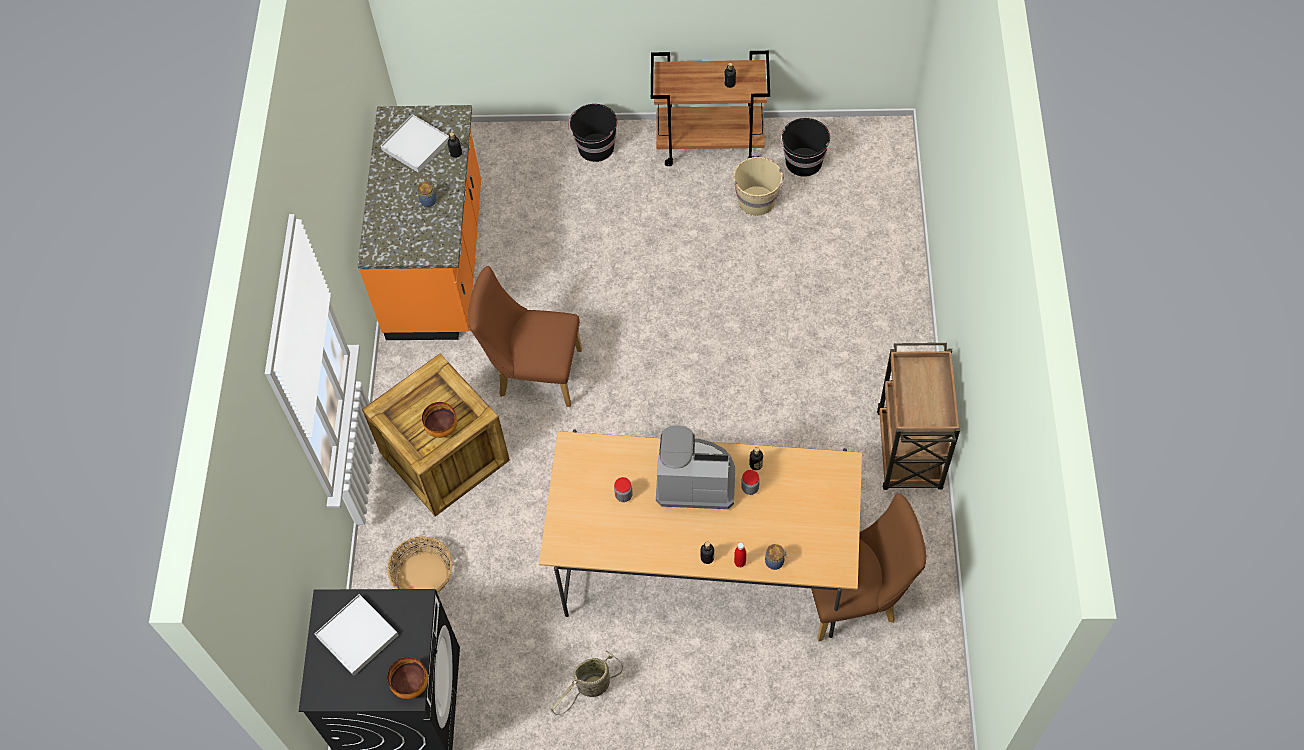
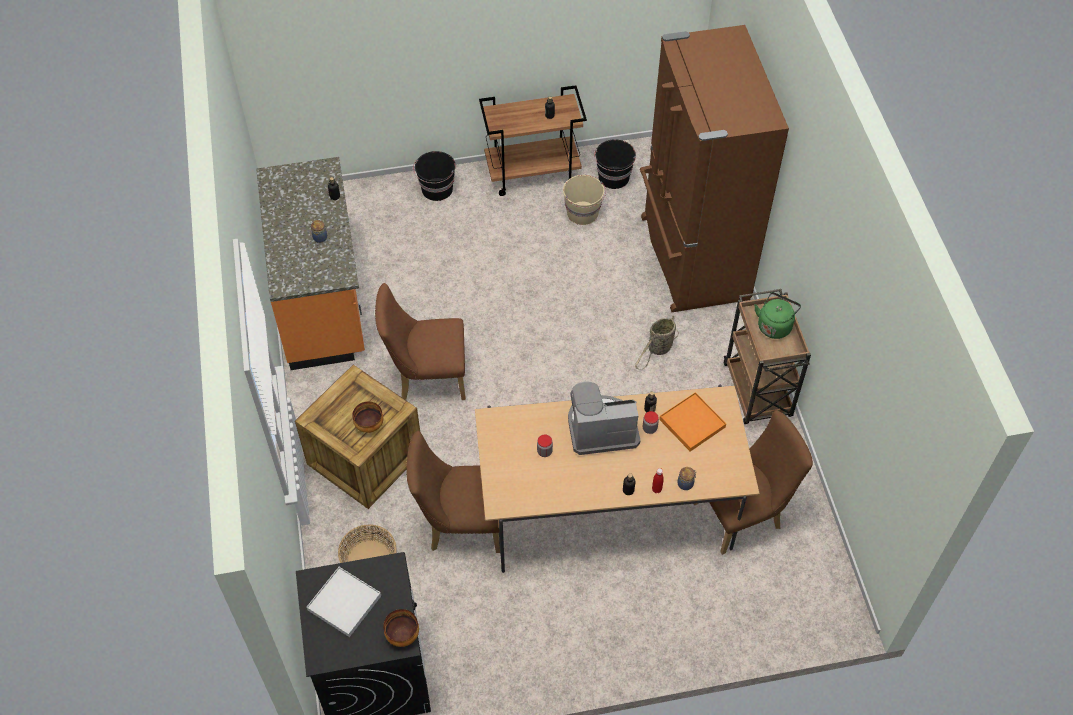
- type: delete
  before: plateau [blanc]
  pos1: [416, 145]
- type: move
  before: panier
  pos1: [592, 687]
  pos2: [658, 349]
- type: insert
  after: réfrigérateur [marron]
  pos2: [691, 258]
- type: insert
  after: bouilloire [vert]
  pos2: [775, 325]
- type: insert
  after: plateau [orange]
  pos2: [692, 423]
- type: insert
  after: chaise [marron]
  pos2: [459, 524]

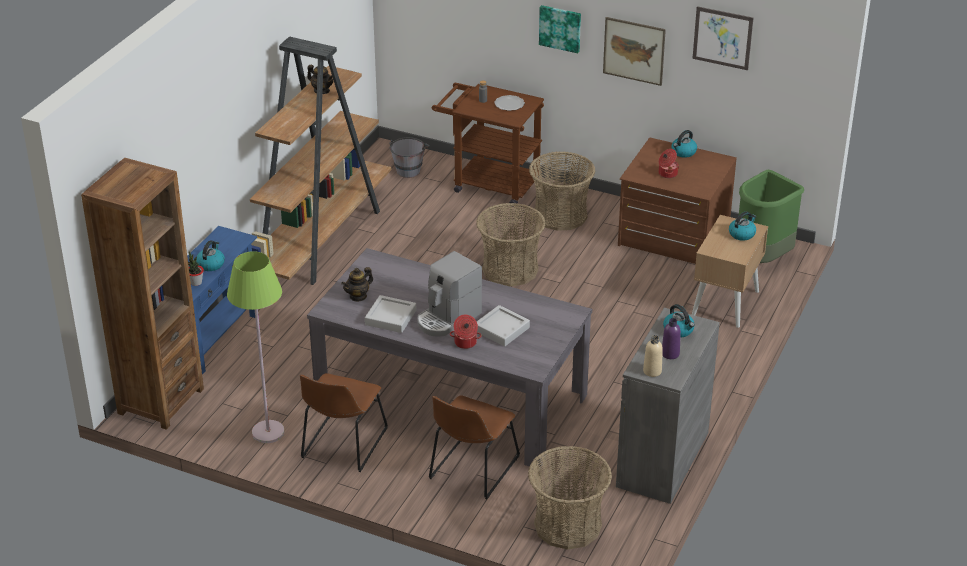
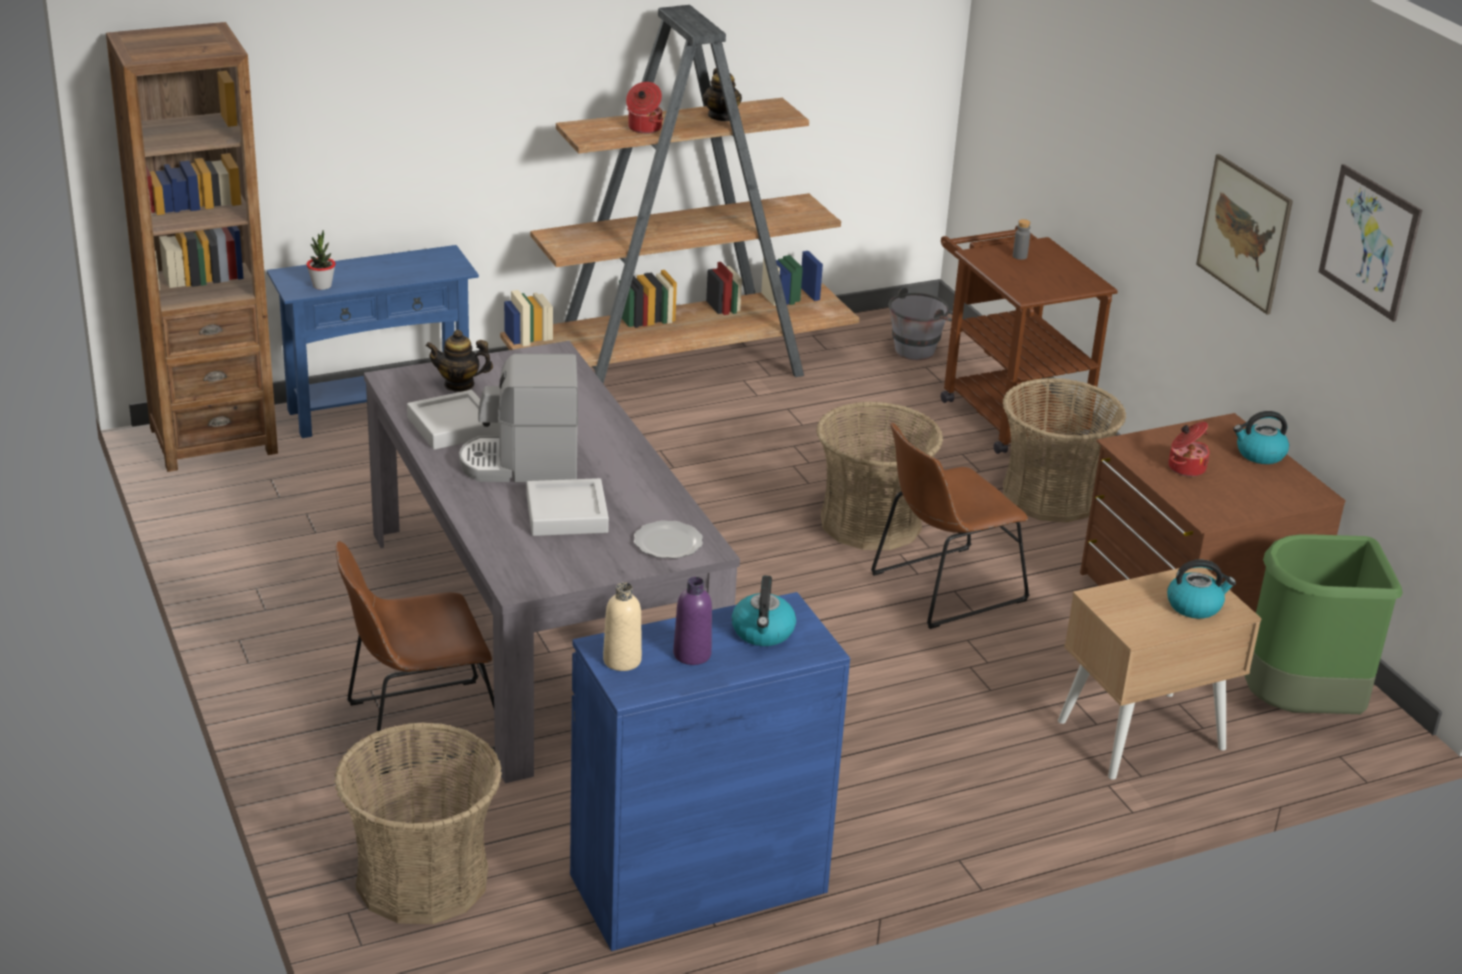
- type: delete
  before: tableau
  pos1: [560, 28]
- type: move
  before: assiette
  pos1: [509, 104]
  pos2: [667, 543]
- type: delete
  before: bouilloire
  pos1: [211, 264]
- type: delete
  before: lampadaire [vert]
  pos1: [268, 432]
- type: recolor
  before: meuble de rangement [gris]
  after: meuble de rangement [bleu]
  pos1: [662, 459]
  pos2: [698, 883]
- type: move
  before: marmite
  pos1: [465, 343]
  pos2: [644, 128]
- type: move
  before: chaise [marron]
  pos1: [342, 445]
  pos2: [942, 589]

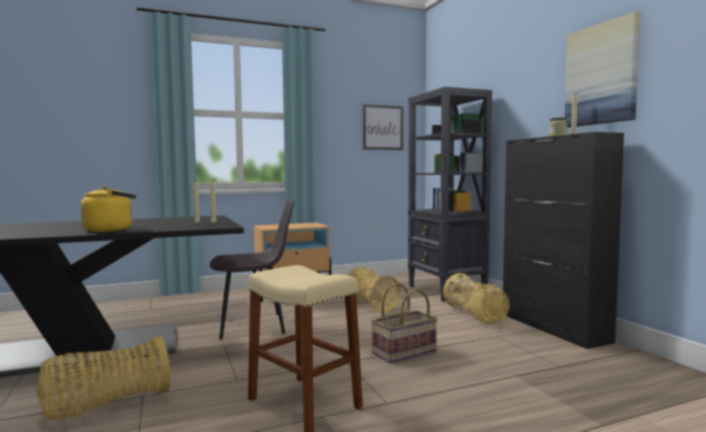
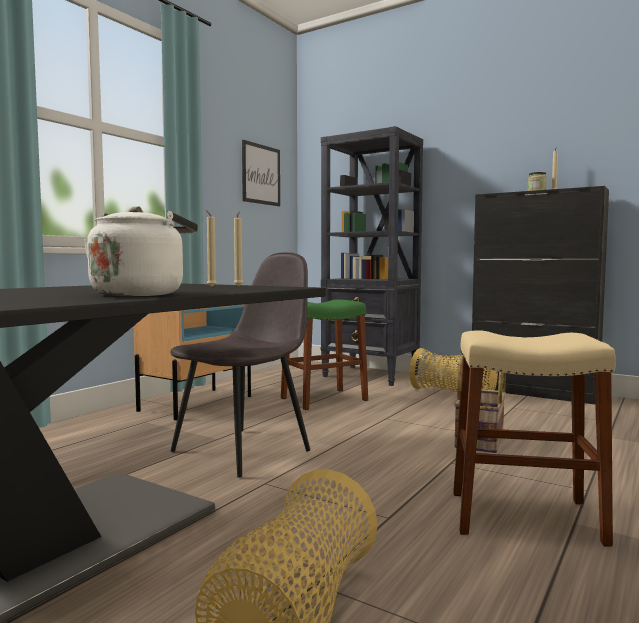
- type: delete
  before: tableau
  pos1: [601, 74]
- type: recolor
  before: bouilloire [jaune]
  after: bouilloire [blanc]
  pos1: [111, 230]
  pos2: [141, 294]
- type: replace
  before: panier
  after: tabouret [vert]
  pos1: [370, 303]
  pos2: [324, 399]

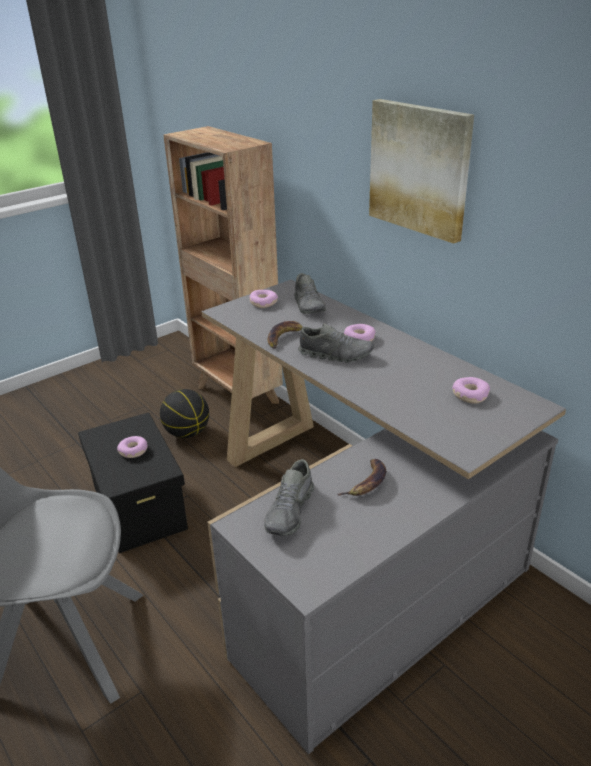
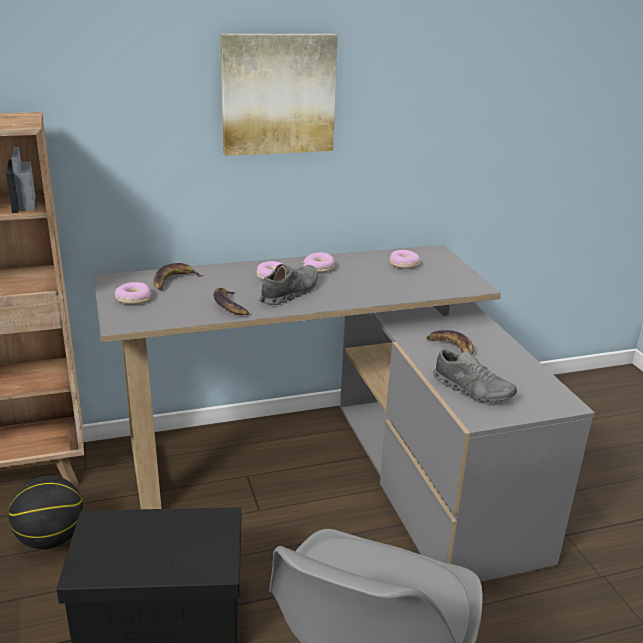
- type: replace
  before: chaussure [gris]
  after: banane
  pos1: [309, 306]
  pos2: [174, 280]
- type: move
  before: beignet
  pos1: [133, 451]
  pos2: [319, 268]

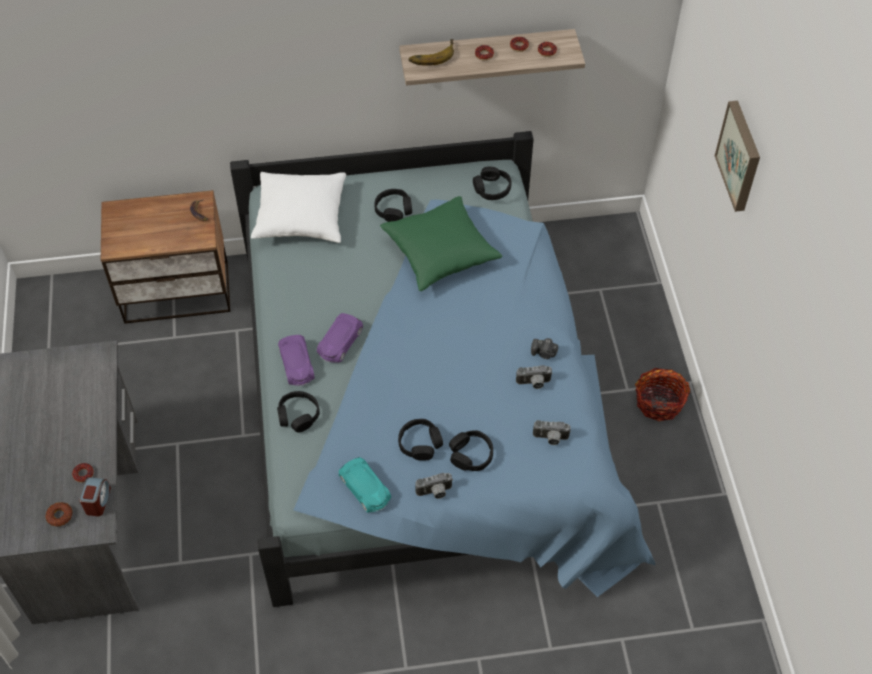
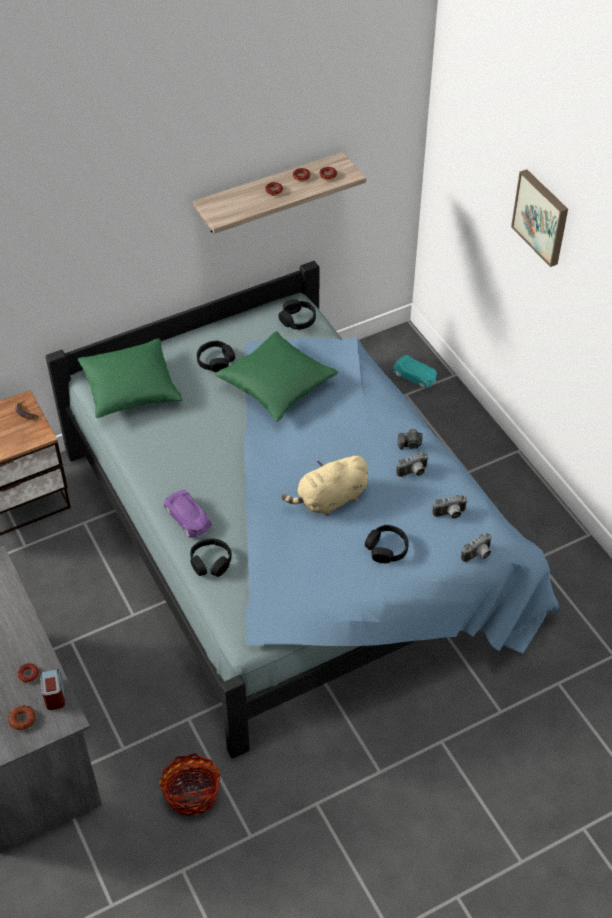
- type: delete
  before: banane
  pos1: [431, 54]
- type: recolor
  before: coussin [blanc]
  after: coussin [vert]
  pos1: [300, 216]
  pos2: [130, 389]
- type: delete
  before: petite voiture [violet]
  pos1: [339, 342]
- type: move
  before: panier
  pos1: [659, 402]
  pos2: [192, 793]
- type: delete
  before: casque audio [noir]
  pos1: [420, 443]
- type: move
  before: petite voiture [turquoise]
  pos1: [365, 489]
  pos2: [415, 376]
- type: move
  before: appareil photo
  pos1: [435, 493]
  pos2: [478, 555]
- type: insert
  after: peluche [beige]
  pos2: [330, 500]

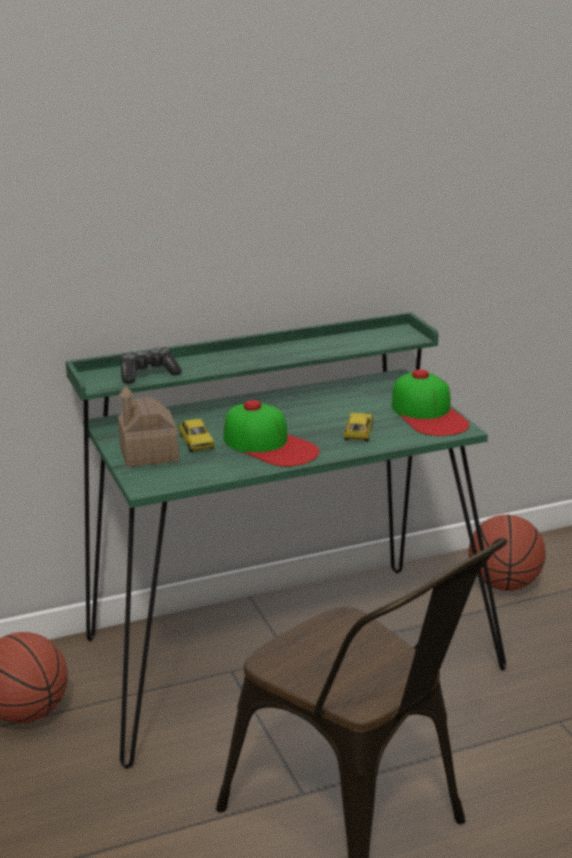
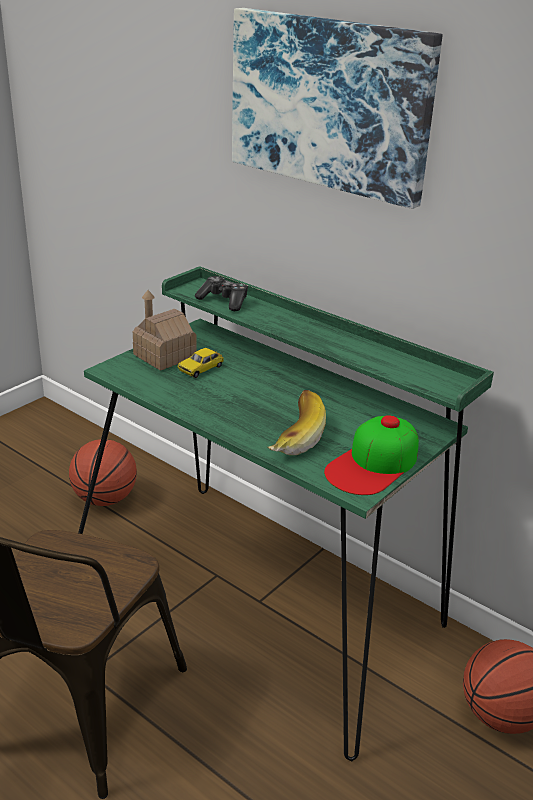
- type: delete
  before: casquette
  pos1: [270, 445]
- type: replace
  before: petite voiture
  after: banane
  pos1: [358, 432]
  pos2: [291, 435]
- type: insert
  after: tableau
  pos2: [330, 103]

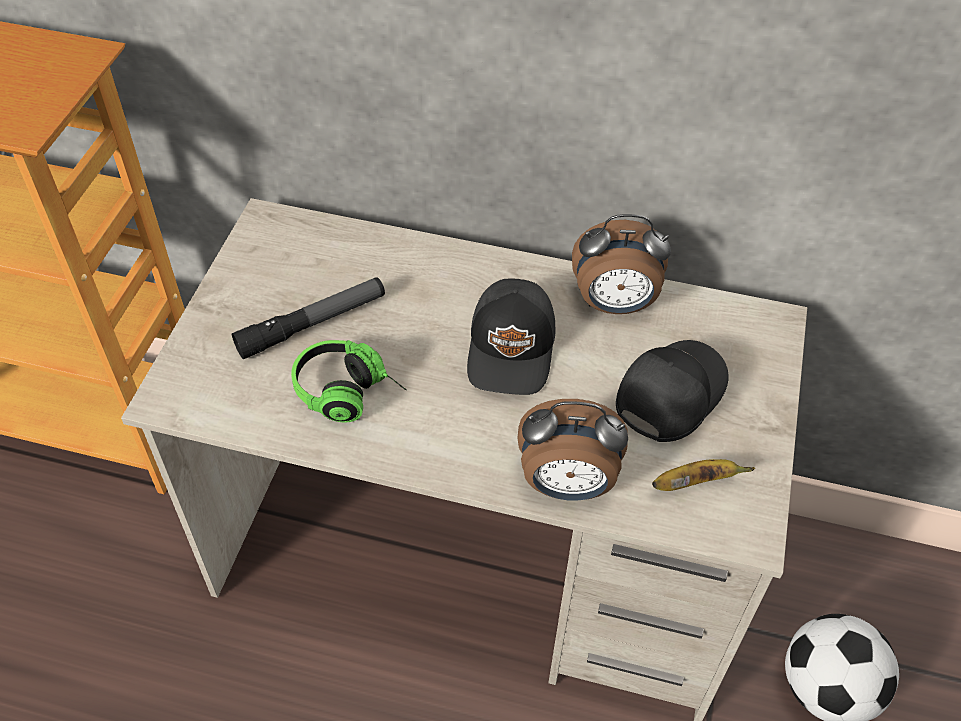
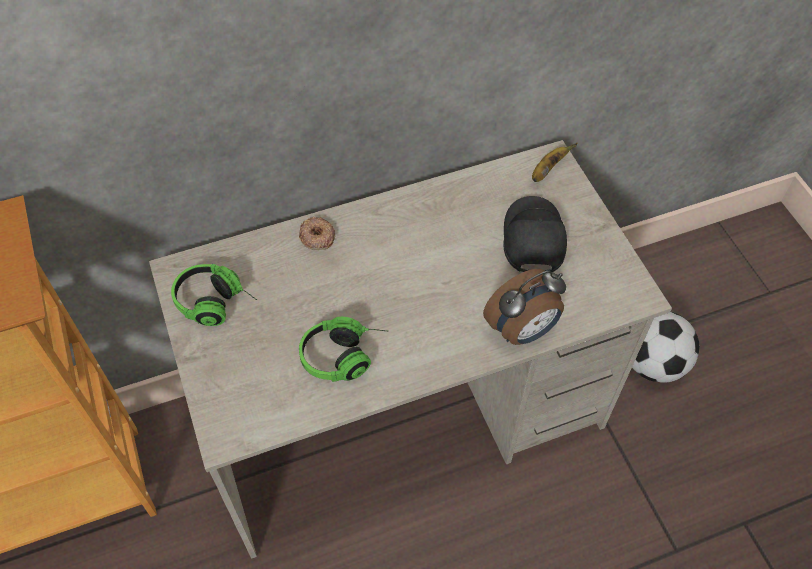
- type: delete
  before: réveil
  pos1: [614, 304]
- type: delete
  before: lampe de poche
  pos1: [312, 324]
- type: delete
  before: casquette [noir]
  pos1: [513, 349]
- type: move
  before: banane
  pos1: [694, 483]
  pos2: [547, 170]
- type: insert
  after: beignet
  pos2: [317, 236]
- type: insert
  after: casque audio
  pos2: [217, 304]

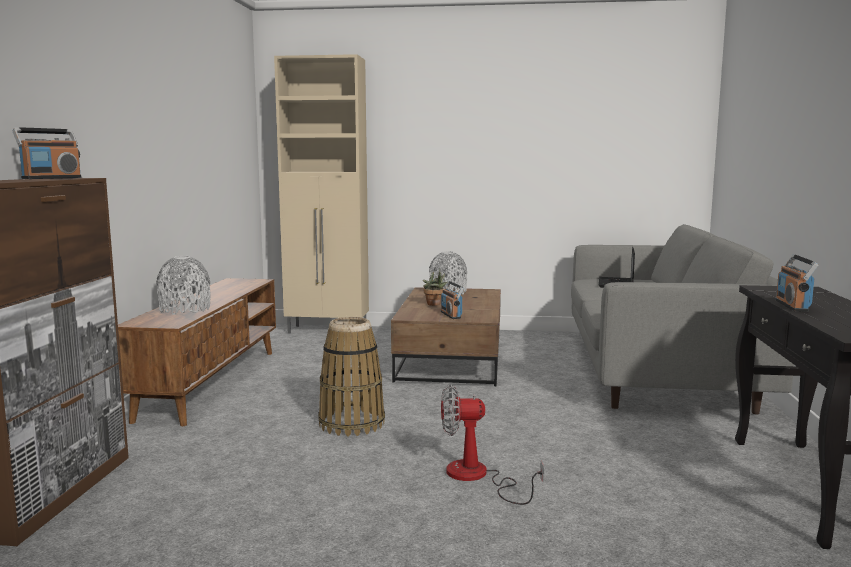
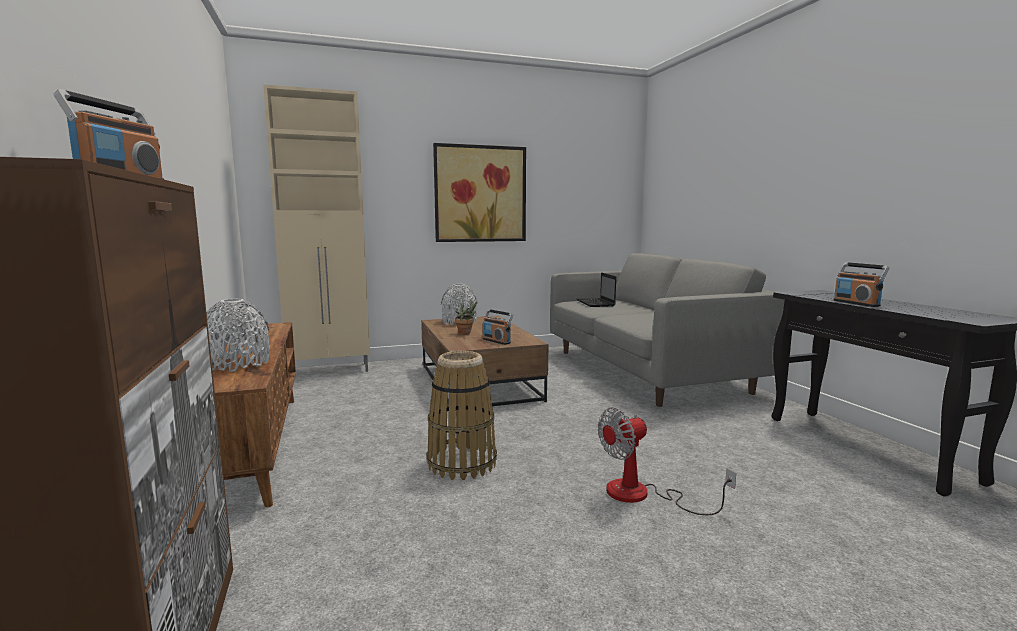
- type: insert
  after: tableau
  pos2: [480, 194]

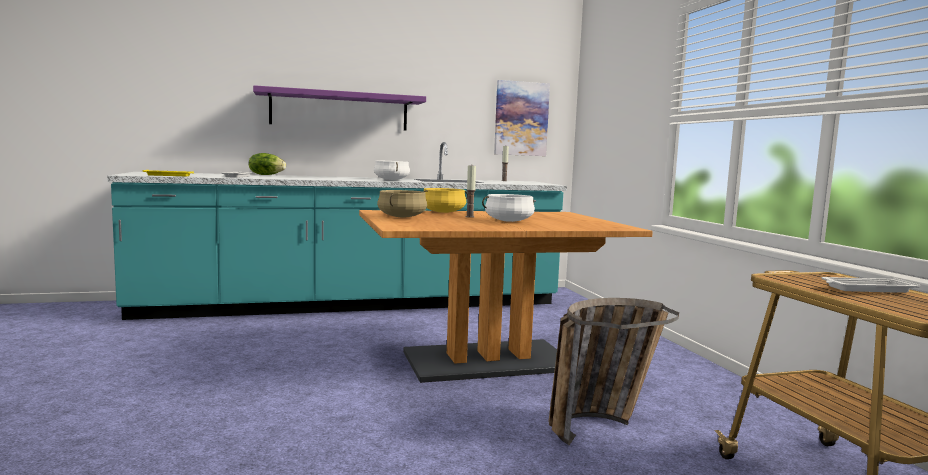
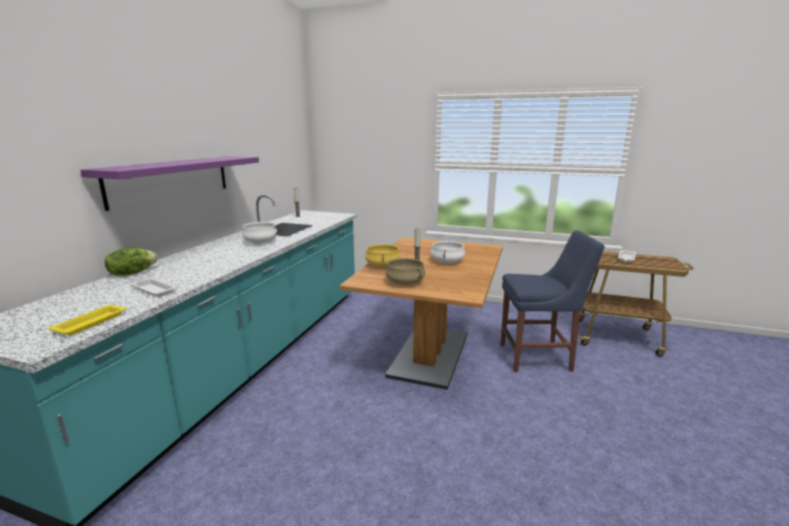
- type: delete
  before: tableau
  pos1: [521, 119]
- type: replace
  before: panier
  after: chaise [bleu]
  pos1: [601, 424]
  pos2: [539, 357]

